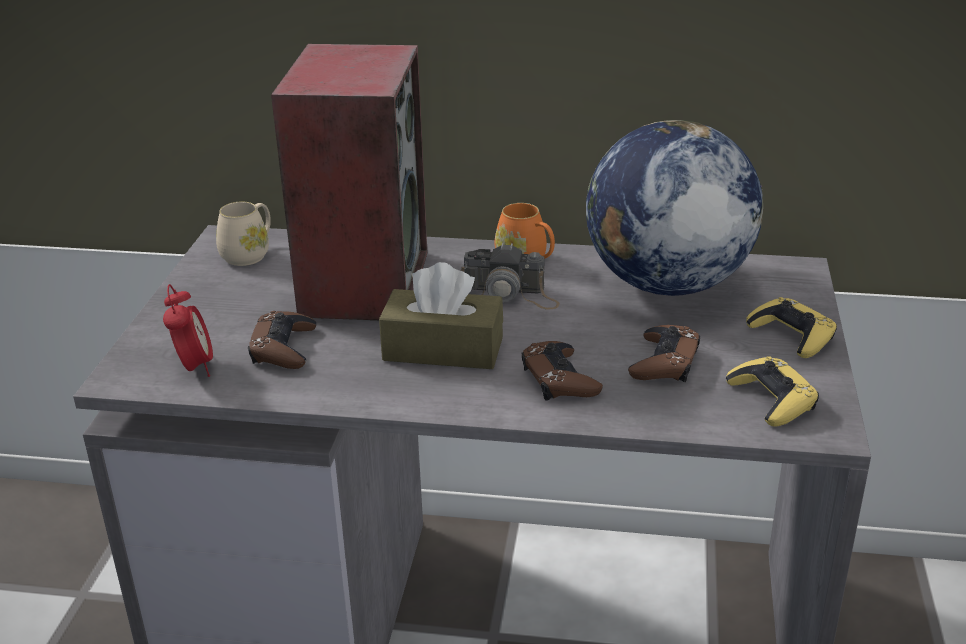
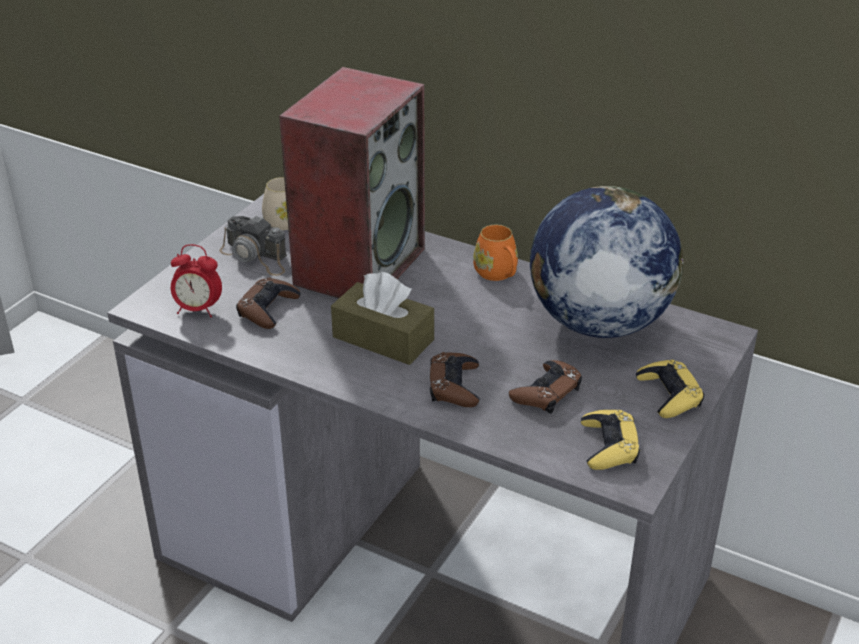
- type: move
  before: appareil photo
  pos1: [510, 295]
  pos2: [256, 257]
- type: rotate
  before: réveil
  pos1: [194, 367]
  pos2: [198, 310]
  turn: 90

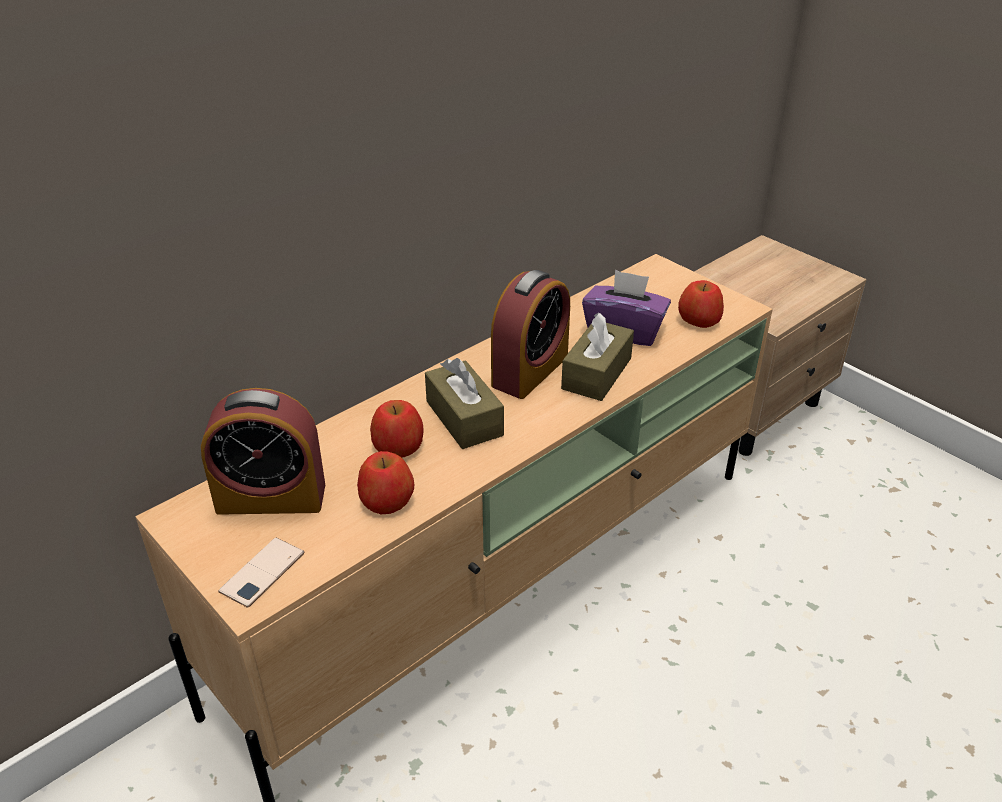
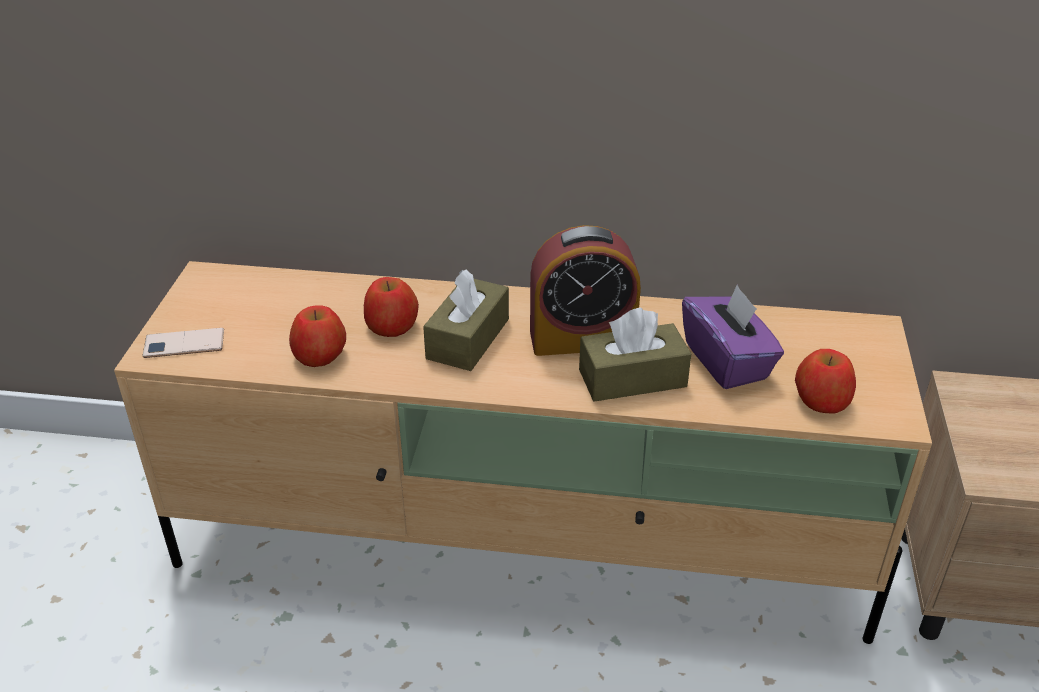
- type: delete
  before: réveil
  pos1: [271, 498]

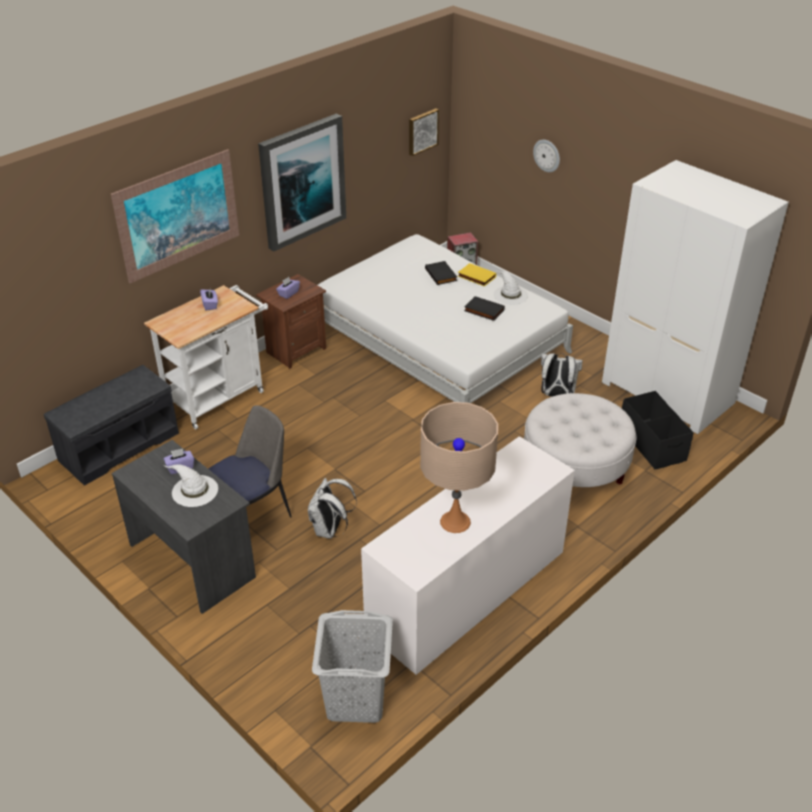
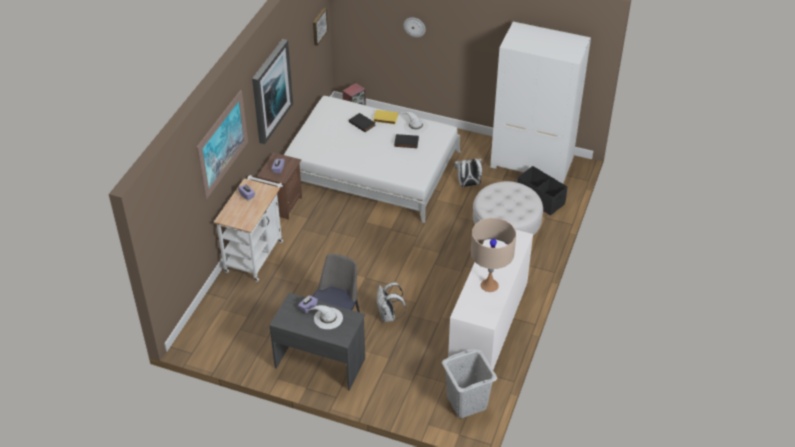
- type: delete
  before: banc [gris]
  pos1: [119, 446]

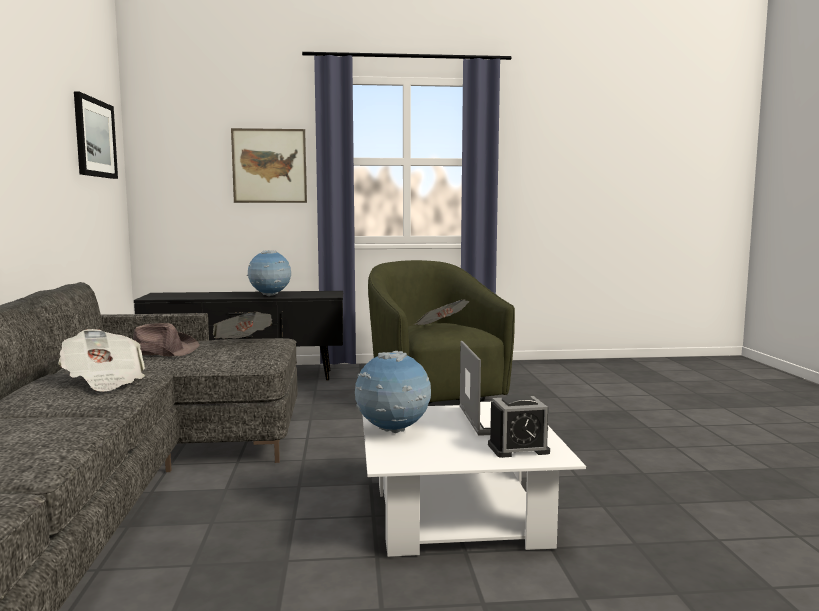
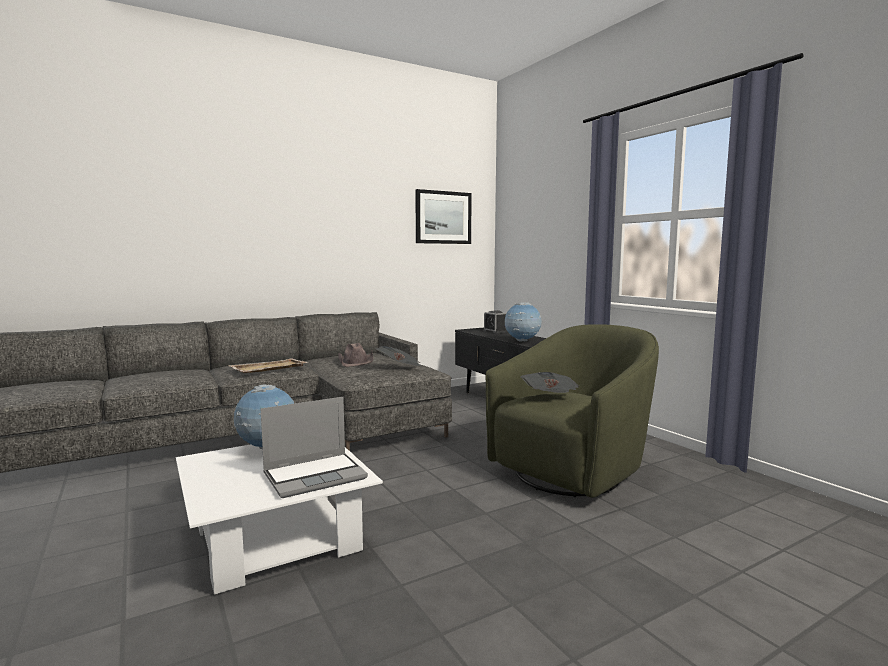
- type: delete
  before: tableau
  pos1: [269, 166]
- type: replace
  before: journal
  after: plateau [beige]
  pos1: [104, 381]
  pos2: [268, 368]
- type: move
  before: réveil
  pos1: [518, 449]
  pos2: [495, 331]

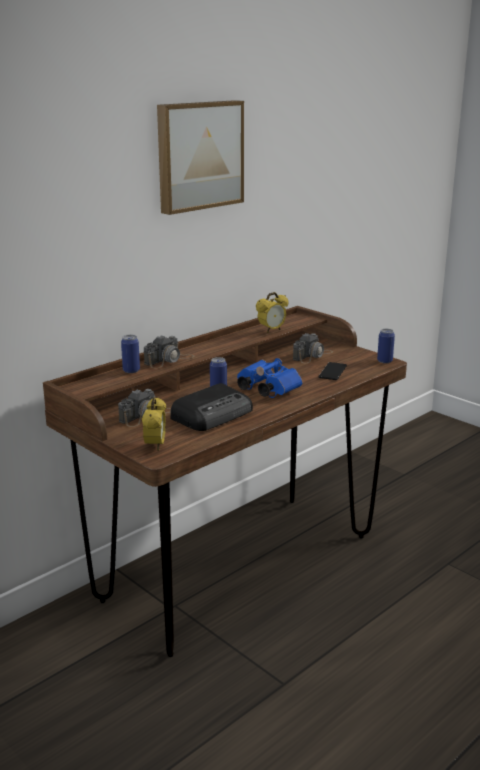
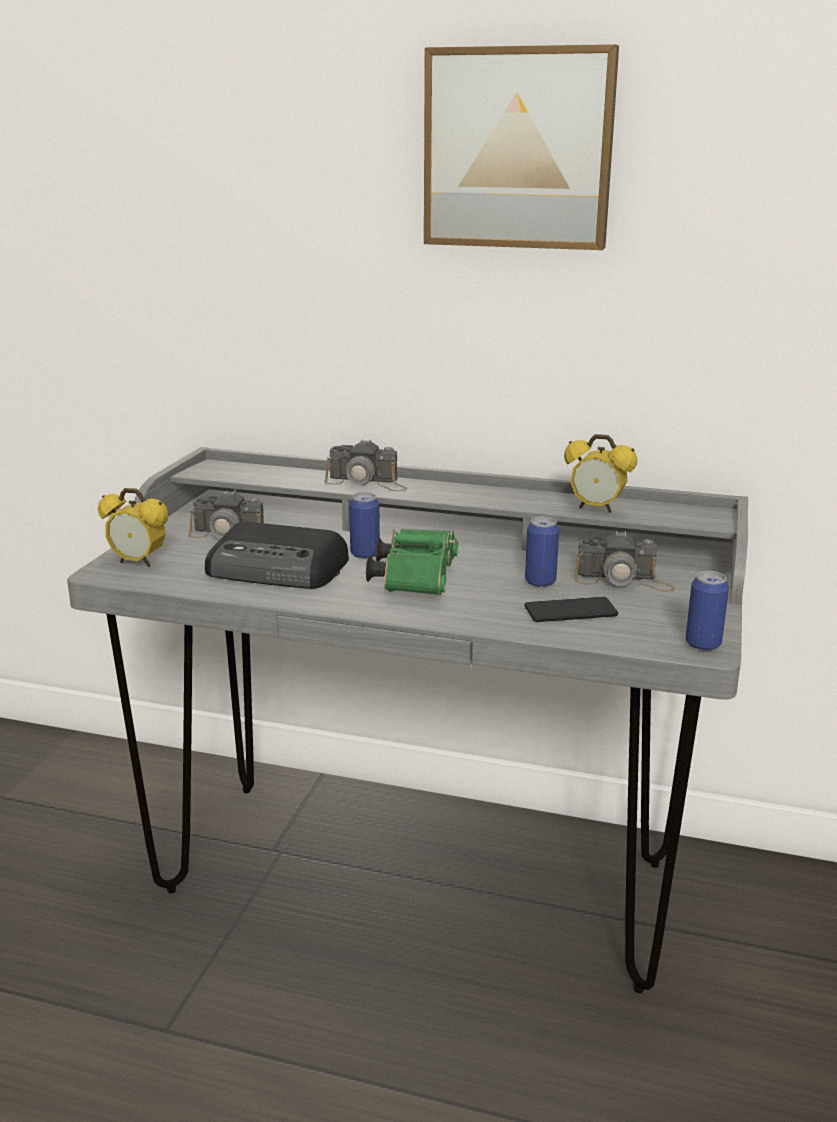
- type: recolor
  before: bureau [marron]
  after: bureau [gris]
  pos1: [238, 566]
  pos2: [418, 875]
- type: move
  before: boîte métallique
  pos1: [131, 370]
  pos2: [540, 582]
- type: recolor
  before: jumelles [bleu]
  after: jumelles [vert]
  pos1: [265, 390]
  pos2: [416, 580]
- type: rotate
  before: réveil
  pos1: [155, 446]
  pos2: [138, 563]
  turn: 45

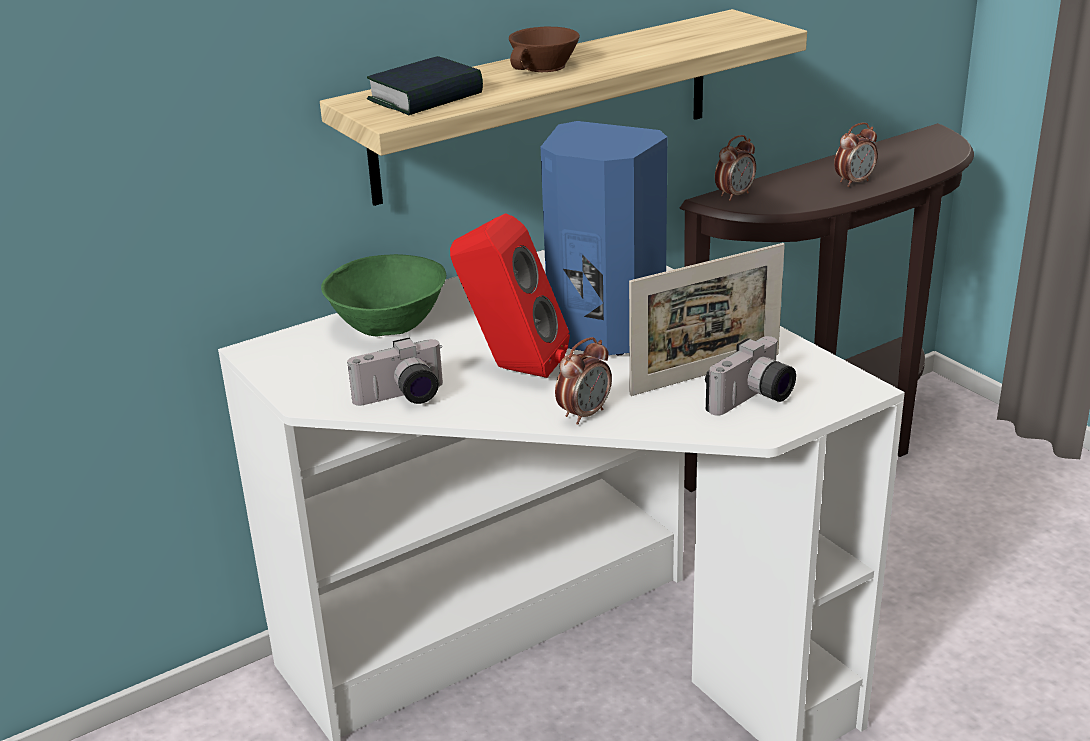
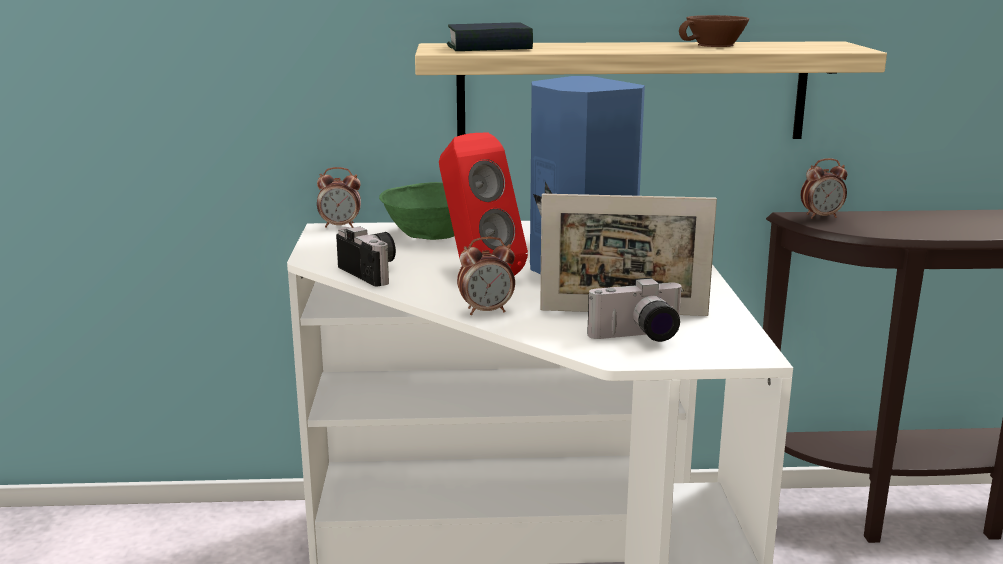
- type: move
  before: tasse [marron]
  pos1: [545, 67]
  pos2: [715, 45]
- type: move
  before: réveil
  pos1: [854, 182]
  pos2: [340, 226]
- type: rotate
  before: appareil photo
  pos1: [402, 398]
  pos2: [374, 272]
  turn: -135

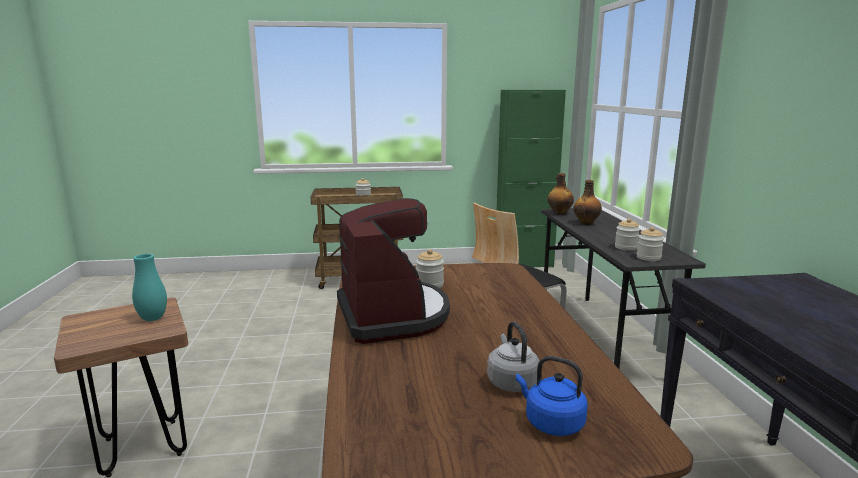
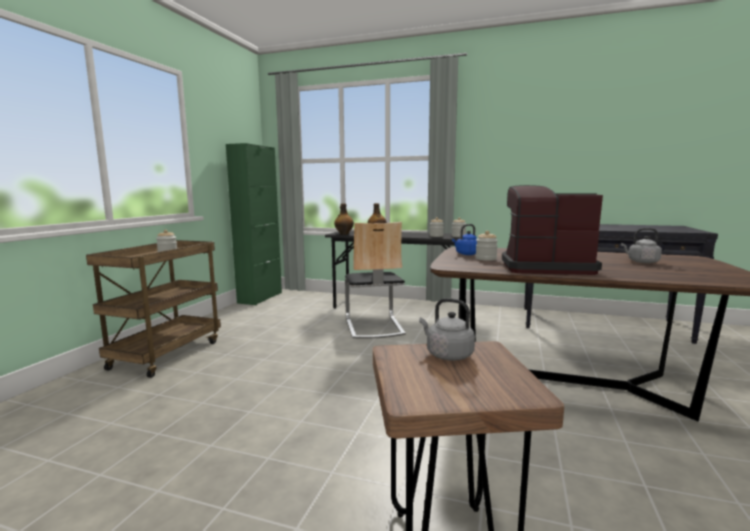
- type: replace
  before: vase [turquoise]
  after: bouilloire [gris]
  pos1: [153, 318]
  pos2: [447, 354]
- type: move
  before: bouilloire [bleu]
  pos1: [551, 423]
  pos2: [466, 254]

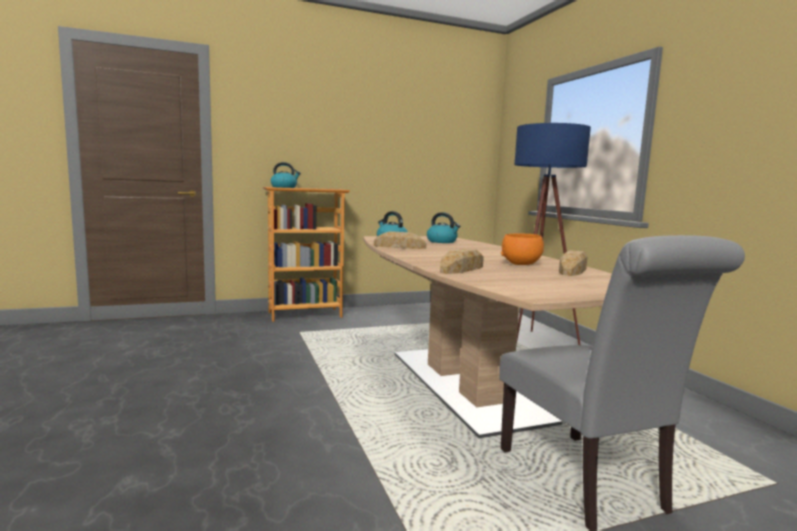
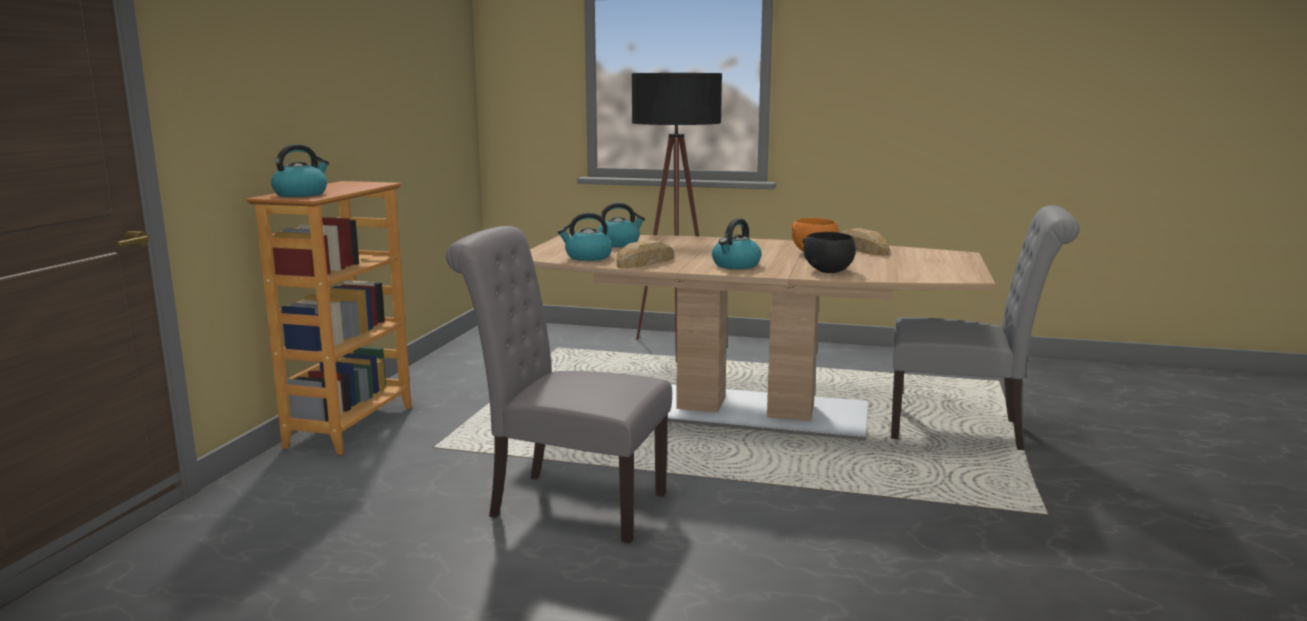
- type: recolor
  before: lampadaire [bleu]
  after: lampadaire [noir]
  pos1: [535, 343]
  pos2: [675, 350]
- type: replace
  before: pain
  after: bol [noir]
  pos1: [461, 269]
  pos2: [829, 271]
- type: insert
  after: bouilloire
  pos2: [736, 265]
- type: insert
  after: chaise [gris]
  pos2: [567, 503]

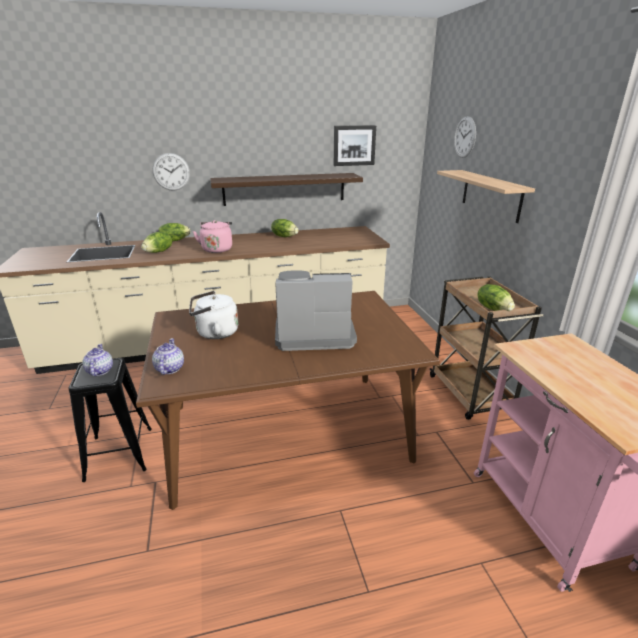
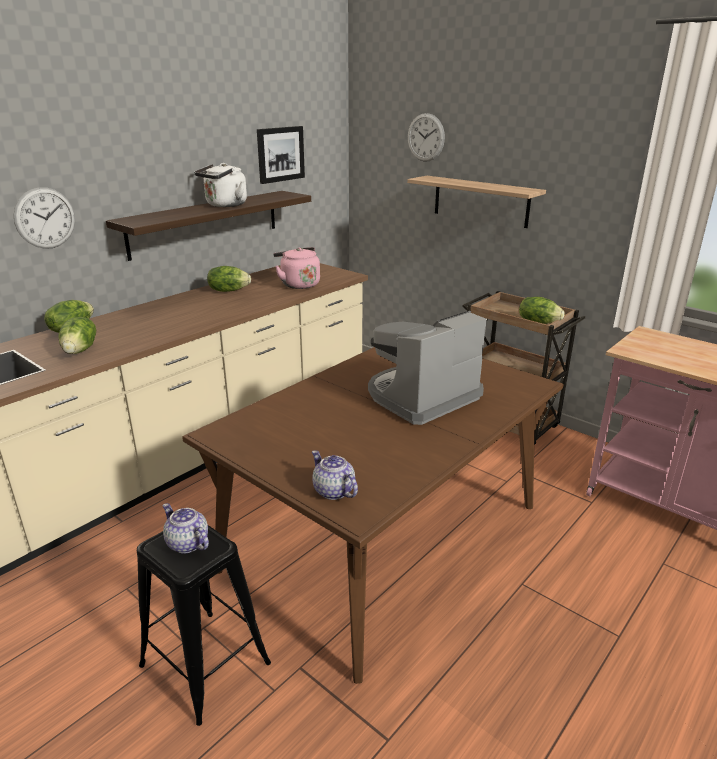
- type: move
  before: bouilloire [rose]
  pos1: [217, 249]
  pos2: [298, 284]
- type: move
  before: bouilloire [blanc]
  pos1: [214, 333]
  pos2: [224, 205]

